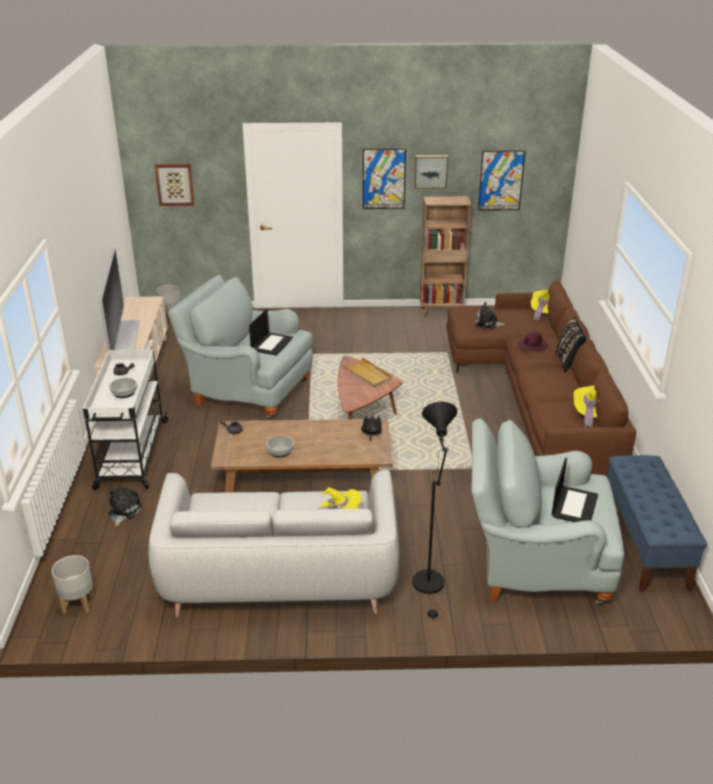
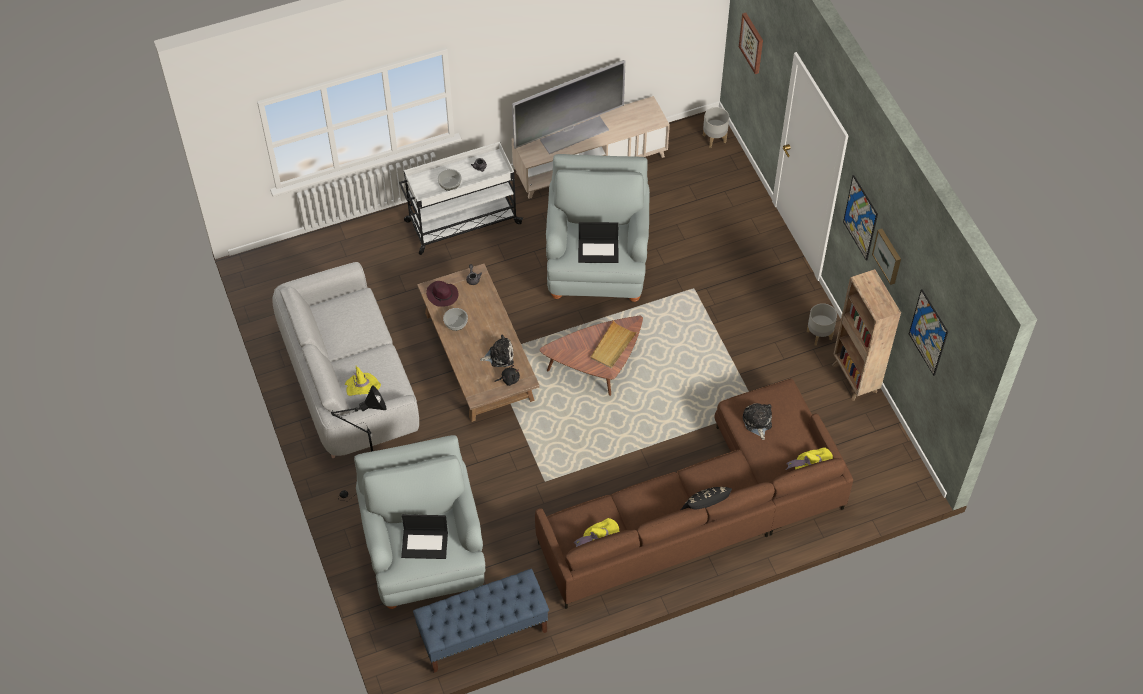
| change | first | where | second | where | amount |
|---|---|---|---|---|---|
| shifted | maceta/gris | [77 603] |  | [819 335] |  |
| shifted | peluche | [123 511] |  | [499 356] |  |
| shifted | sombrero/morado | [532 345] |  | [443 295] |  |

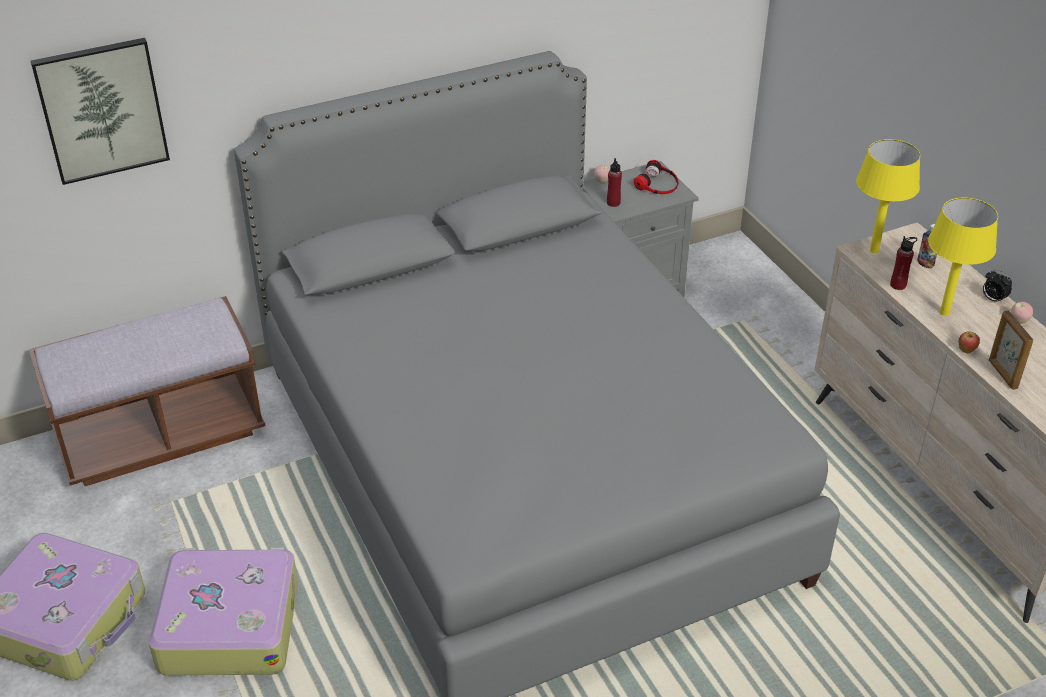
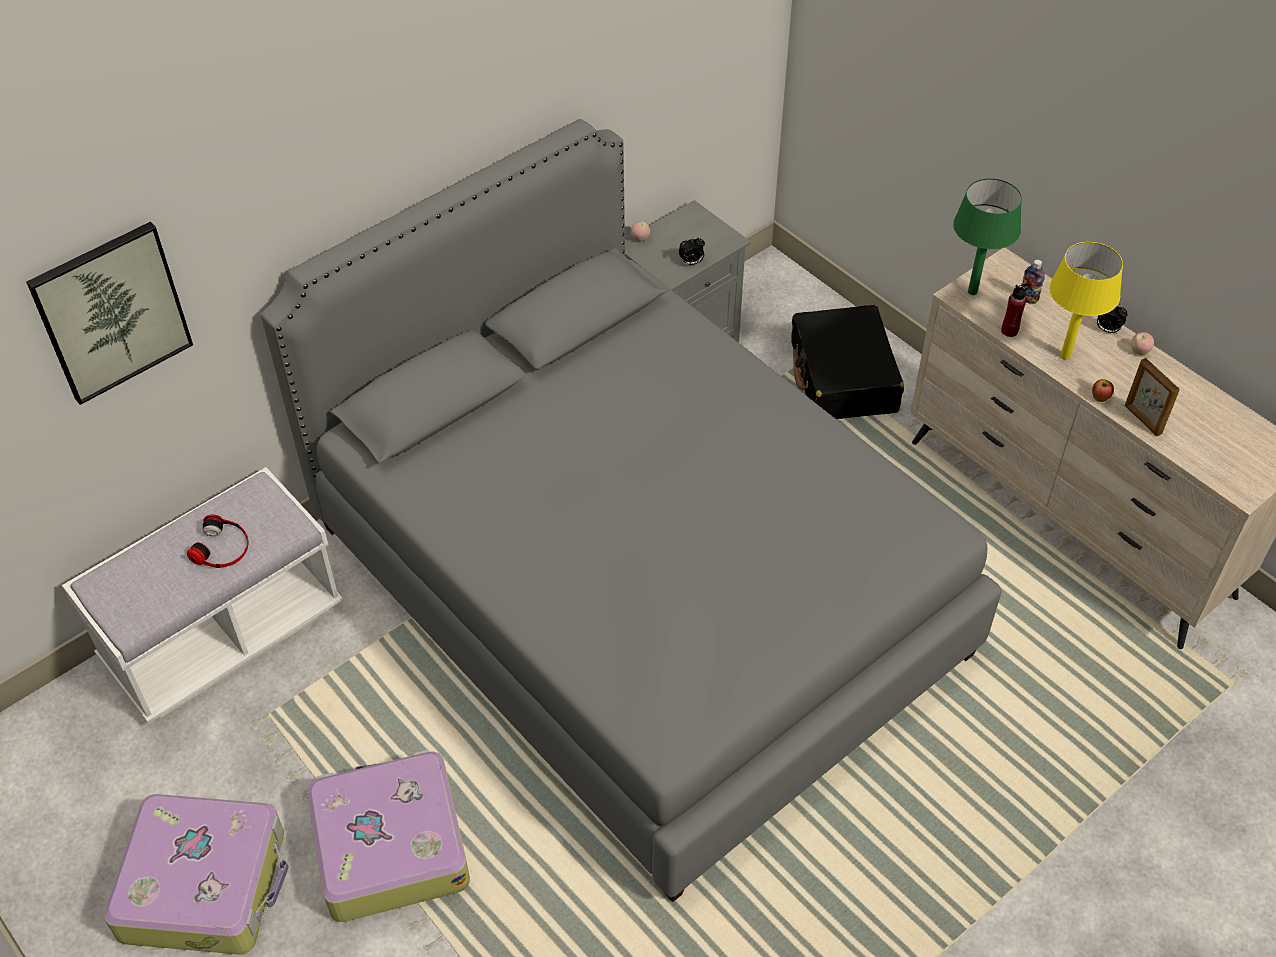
| change | first | where | second | where | amount |
|---|---|---|---|---|---|
| repainted | banco/marrón | [160 435] | banco/blanco | [223 635] |  |
| gone | botella/rojo | [613 203] |  |  |  |
| shifted | auriculares | [658 184] |  | [222 547] |  |
| repainted | lámpara de mesa/amarillo | [873 250] | lámpara de mesa/verde | [972 292] |  |
| new |  |  | despertador | [691 263] |  |
| new |  |  | maleta/negro | [843 377] |  |

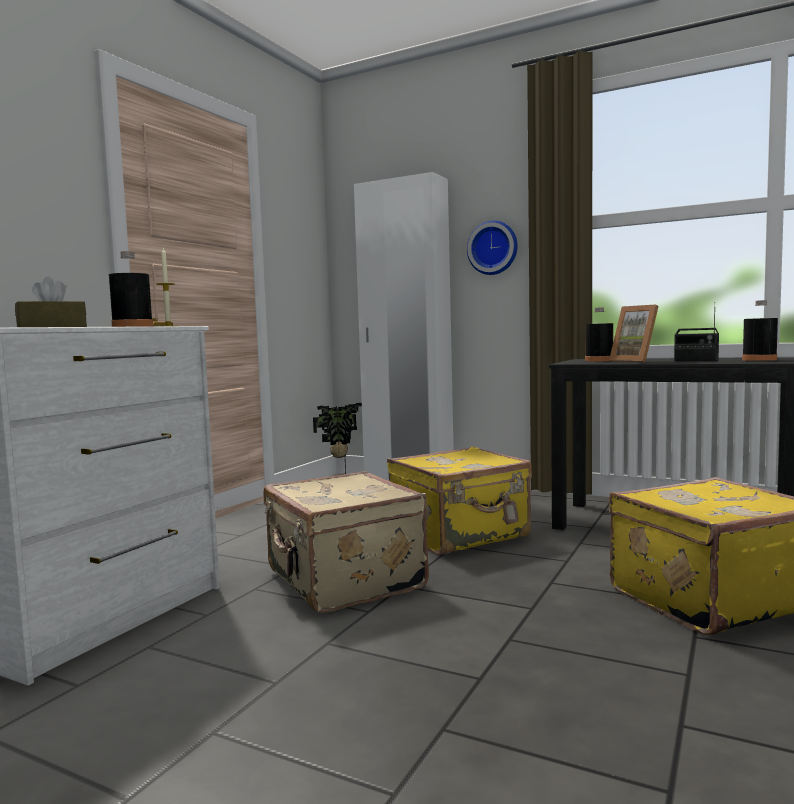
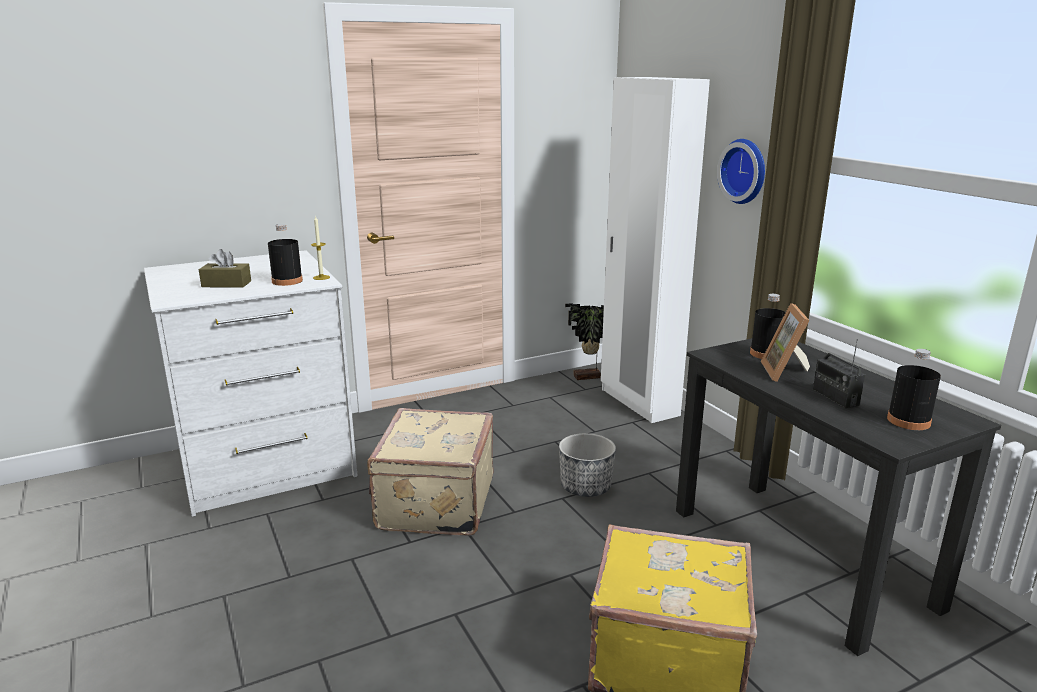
| change | first | where | second | where | amount |
|---|---|---|---|---|---|
| swapped | maleta/amarillo | [461 535] | maceta | [586 487] |  |

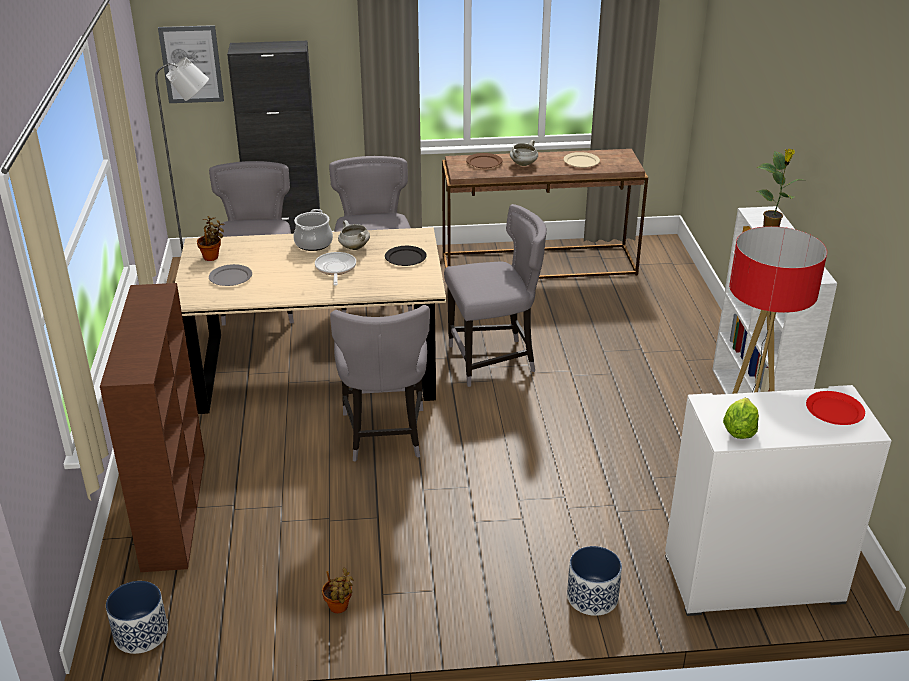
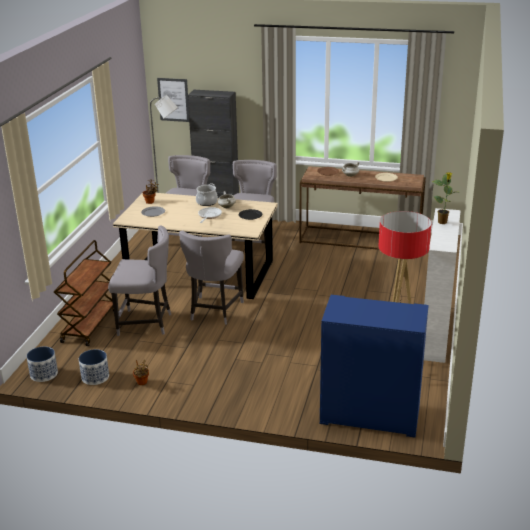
| change | first | where | second | where | amount |
|---|---|---|---|---|---|
| swapped | estantería/marrón | [174 509] | carrito/marrón | [89 325] |  |
| shifted | silla/gris | [493 361] |  | [146 323] |  |
| shifted | maceta | [592 597] |  | [95 377] |  |
| repainted | armario/blanco | [752 580] | armario/azul | [369 415] |  |
| gone | lechuga | [739 431] |  |  |  |
| gone | plato/rojo | [834 411] |  |  |  |

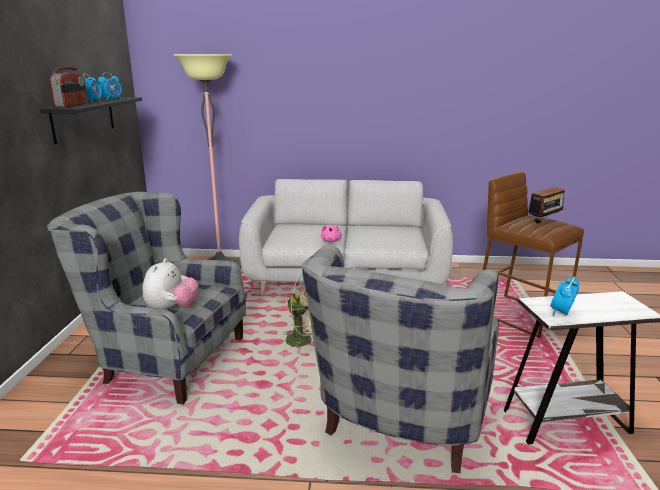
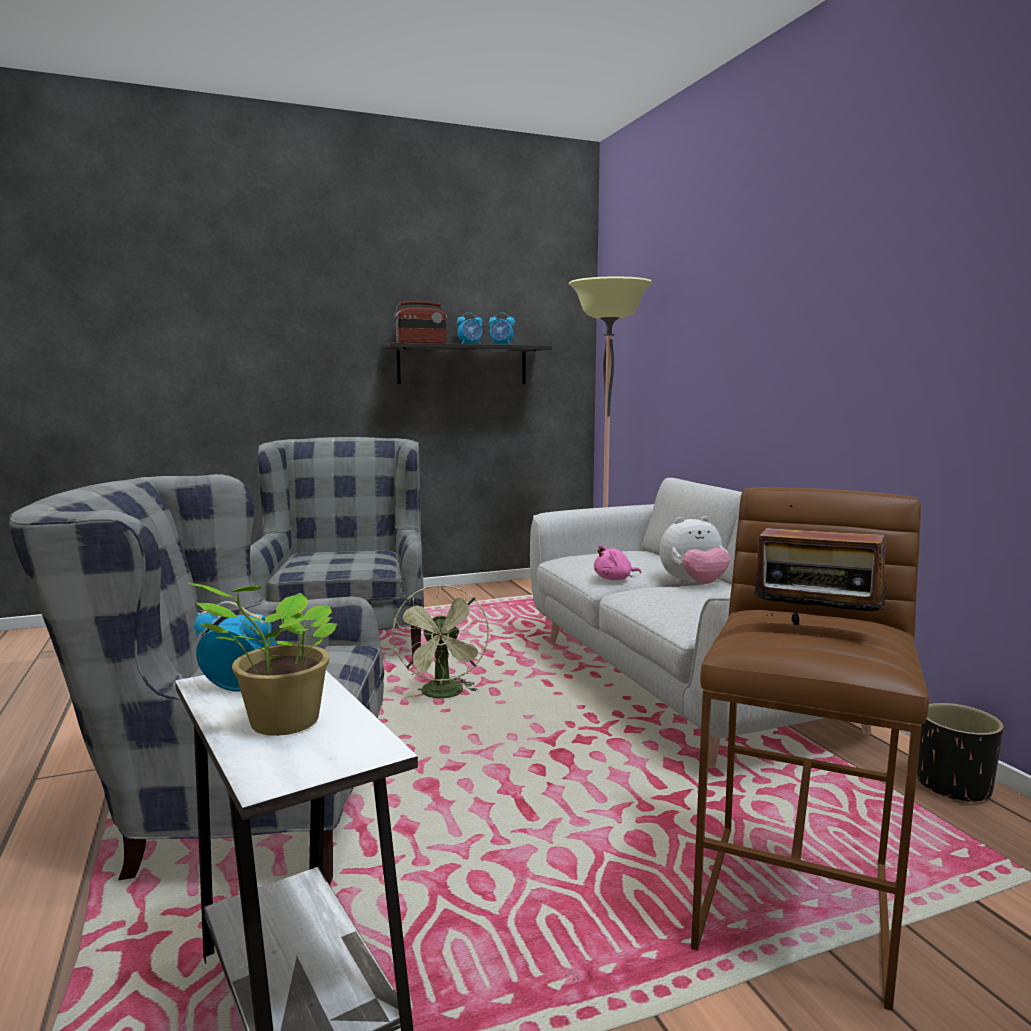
| change | first | where | second | where | amount |
|---|---|---|---|---|---|
| shifted | peluche | [172 309] |  | [693 585] |  |
| new |  |  | planta en maceta | [279 723] |  |
| new |  |  | maceta/negro | [953 787] |  |

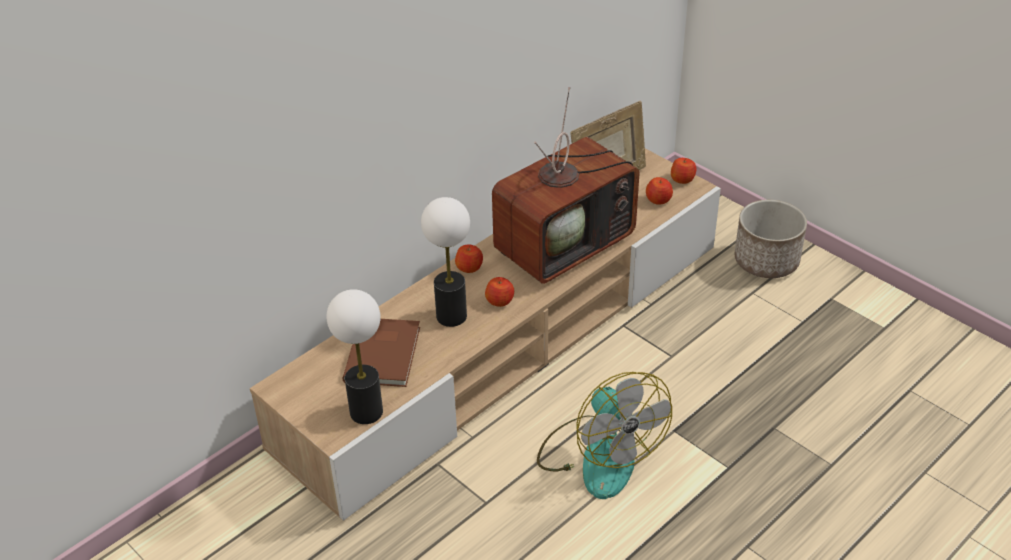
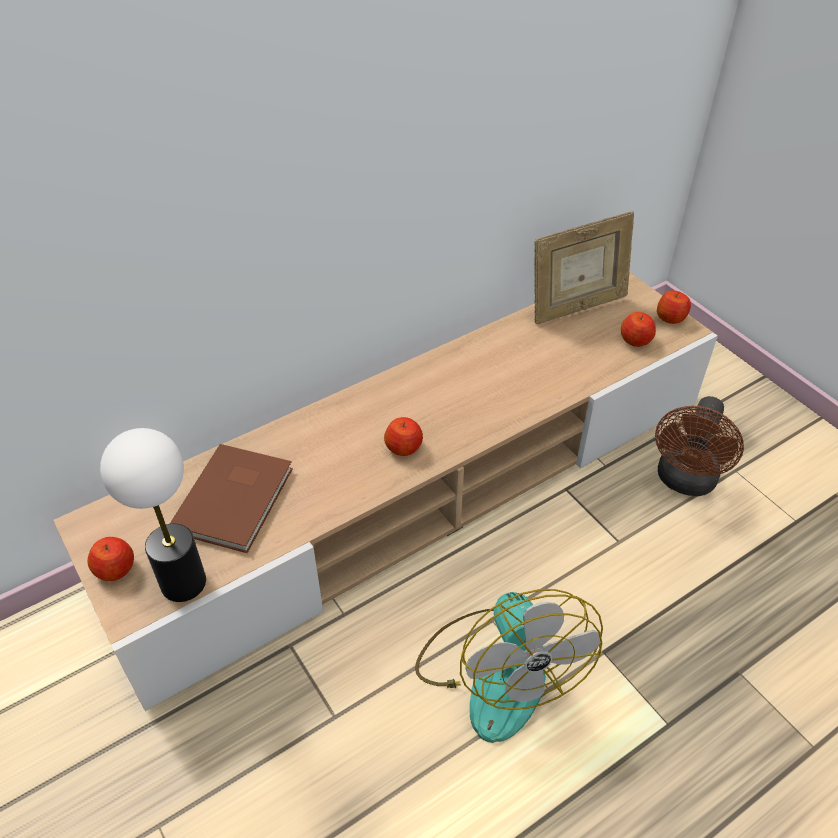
| change | first | where | second | where | amount |
|---|---|---|---|---|---|
| gone | lámpara de mesa | [451 316] |  |  |  |
| shifted | manzana | [469 267] |  | [116 569] |  |
| gone | televisor | [565 243] |  |  |  |
| gone | maceta | [767 261] |  |  |  |
| new |  |  | ventilador/marrón | [685 481] |  |

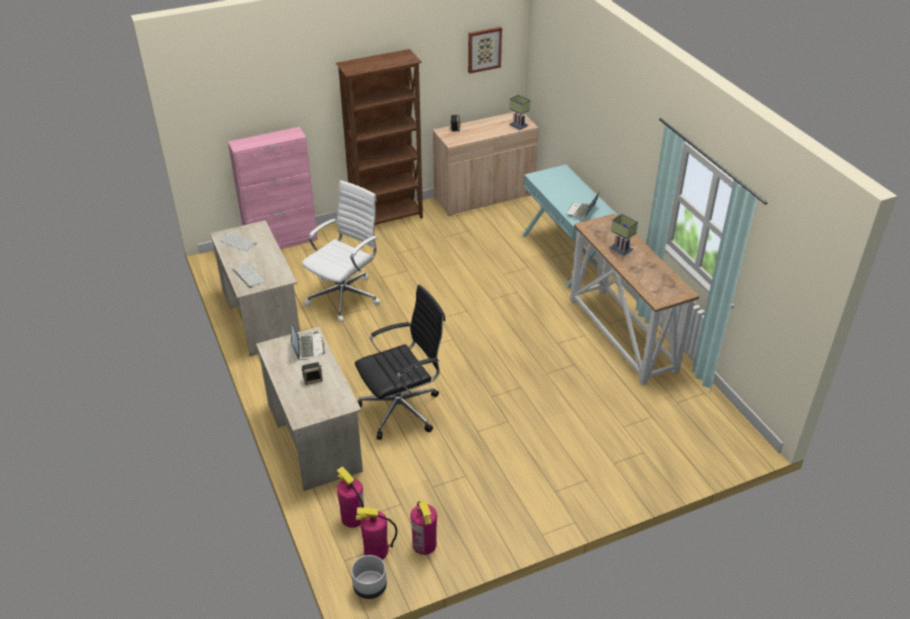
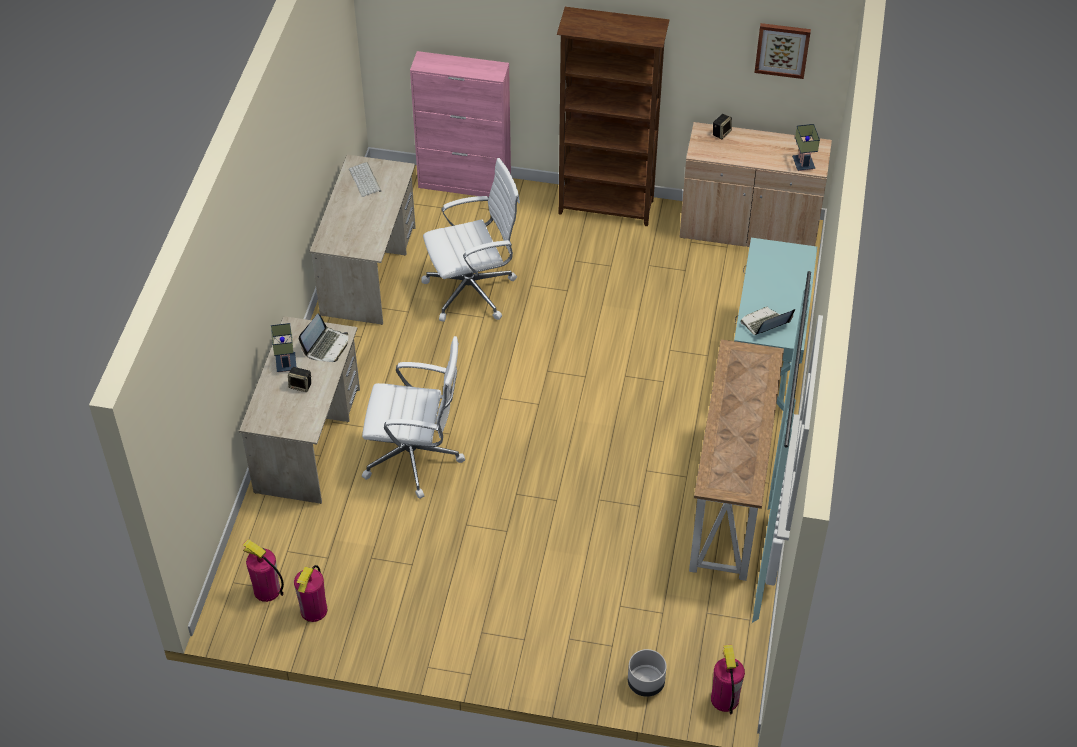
| change | first | where | second | where | amount |
|---|---|---|---|---|---|
| gone | teclado | [248 275] |  |  |  |
| shifted | extintor | [352 518] |  | [724 699] |  |
| shifted | maceta/gris | [369 587] |  | [645 683] |  |
| repainted | silla de oficina/negro | [402 409] | silla de oficina/blanco | [415 457] |  |
| shifted | lámpara de mesa | [622 250] |  | [287 364] |  |

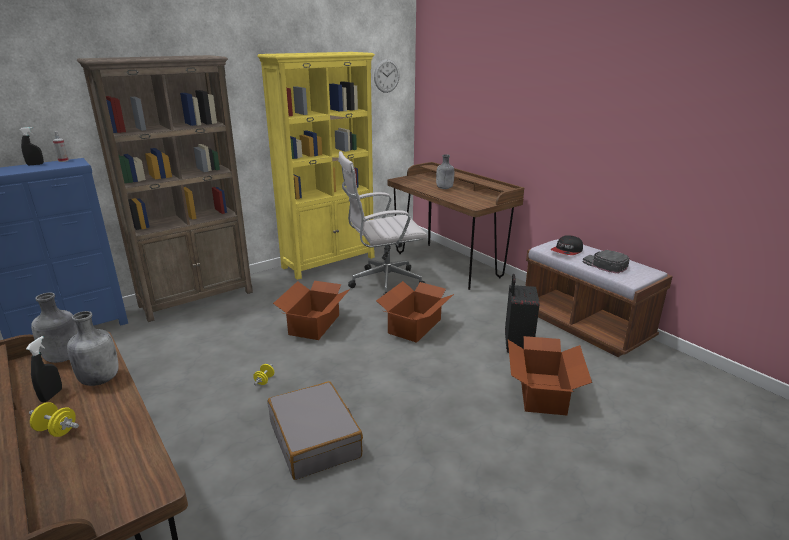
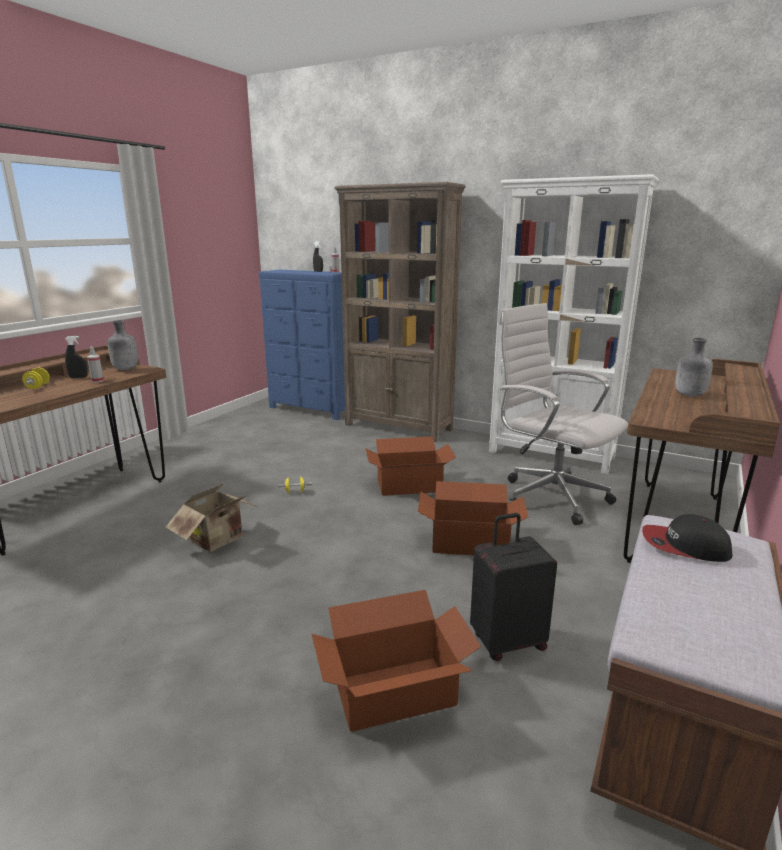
| change | first | where | second | where | amount |
|---|---|---|---|---|---|
| swapped | botella/gris | [100 379] | pulverizador | [97 381] |  |
| repainted | estantería/amarillo | [329 262] | estantería/blanco | [551 455] |  |
| swapped | maleta/gris | [315 439] | caja de cartón | [219 540] |  |
| gone | reloj de pared | [386 76] |  |  |  |
| gone | gorra/negro | [604 264] |  |  |  |

